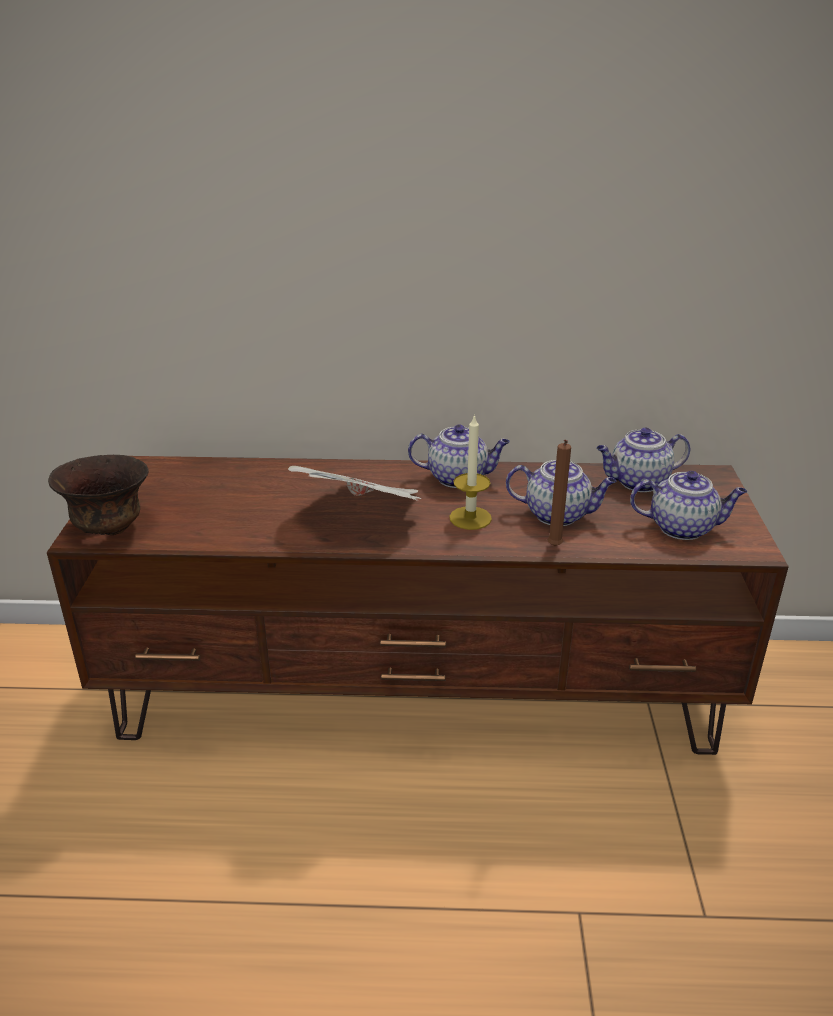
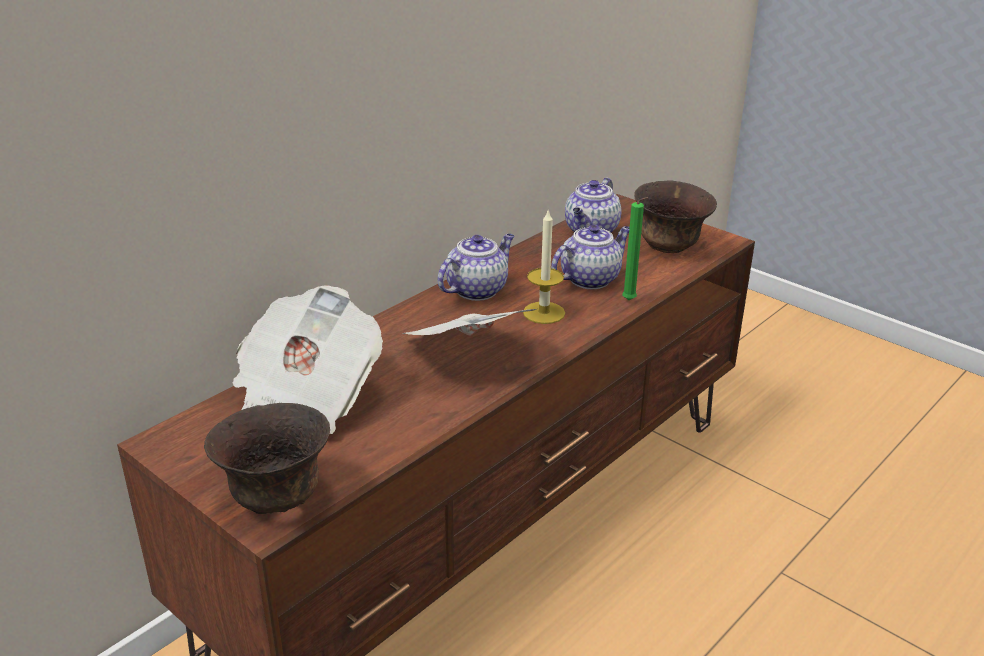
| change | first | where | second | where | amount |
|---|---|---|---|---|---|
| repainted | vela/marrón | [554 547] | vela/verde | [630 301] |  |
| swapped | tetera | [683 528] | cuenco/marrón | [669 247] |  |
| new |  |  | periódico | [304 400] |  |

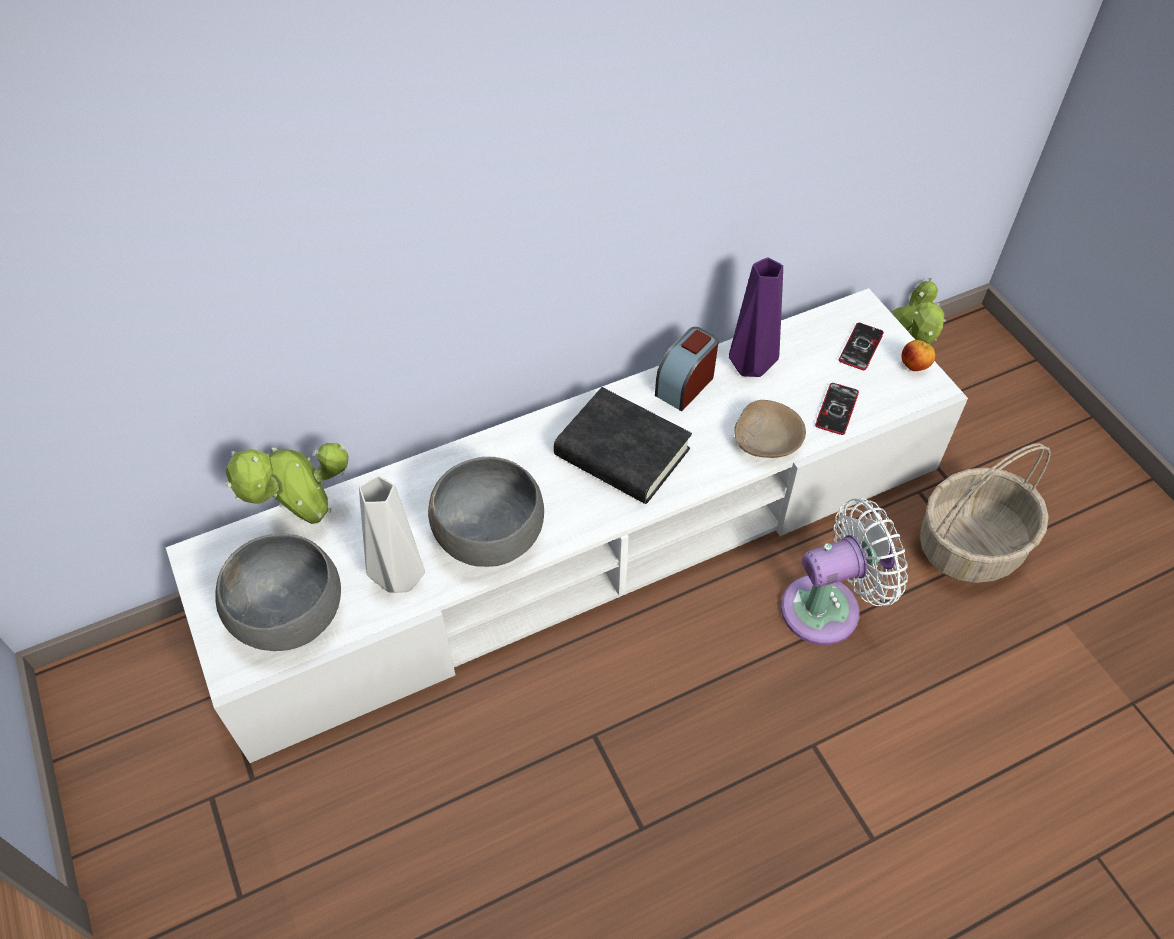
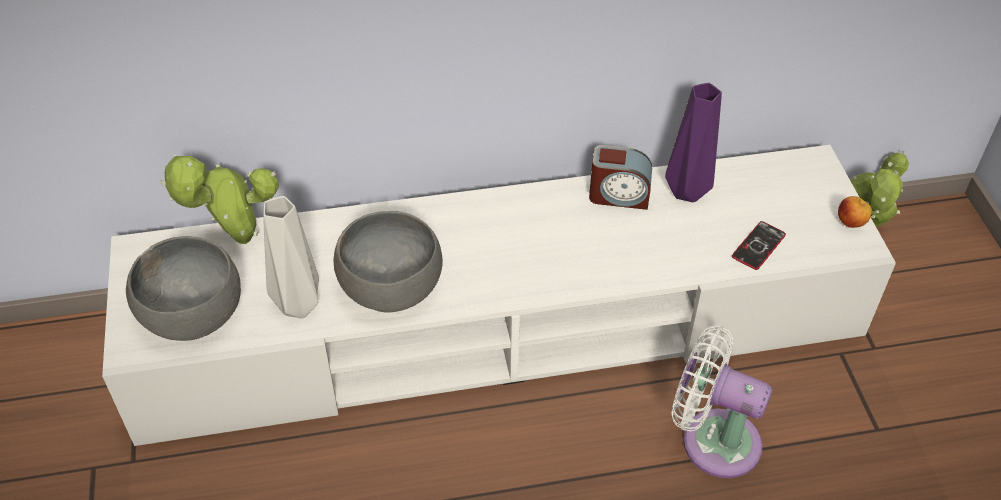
| change | first | where | second | where | amount |
|---|---|---|---|---|---|
| gone | libro/negro | [622 453] |  |  |  |
| rotated | despertador | [685 385] |  | [619 195] | 135 degrees counterclockwise |
| gone | cuenco/beis | [766 440] |  |  |  |
| rotated | ventilador/blanco | [828 607] |  | [713 439] | 150 degrees counterclockwise |
| gone | móvil | [860 347] |  |  |  |
| gone | cesta | [970 545] |  |  |  |

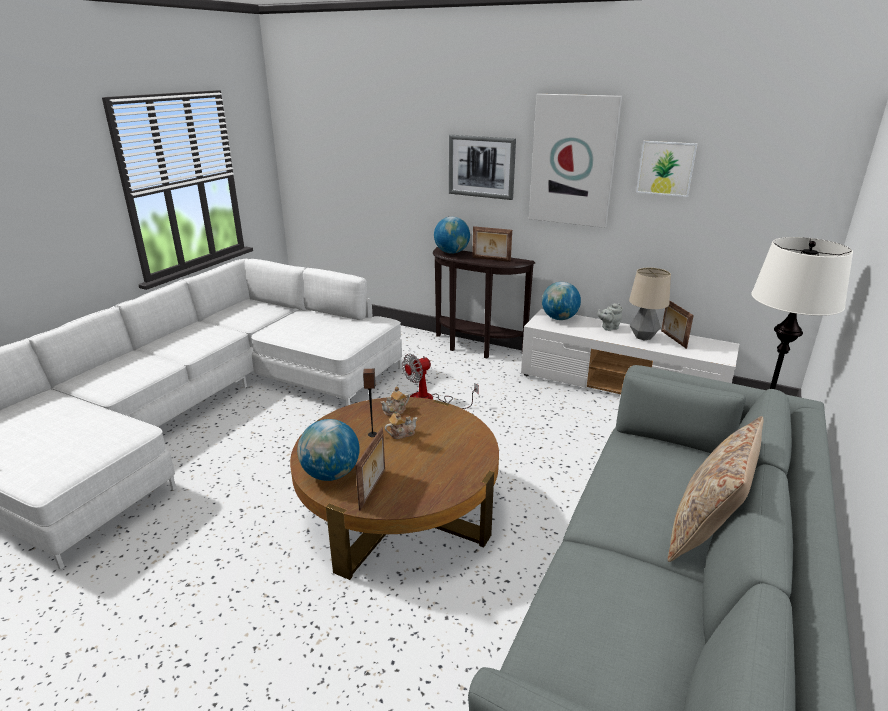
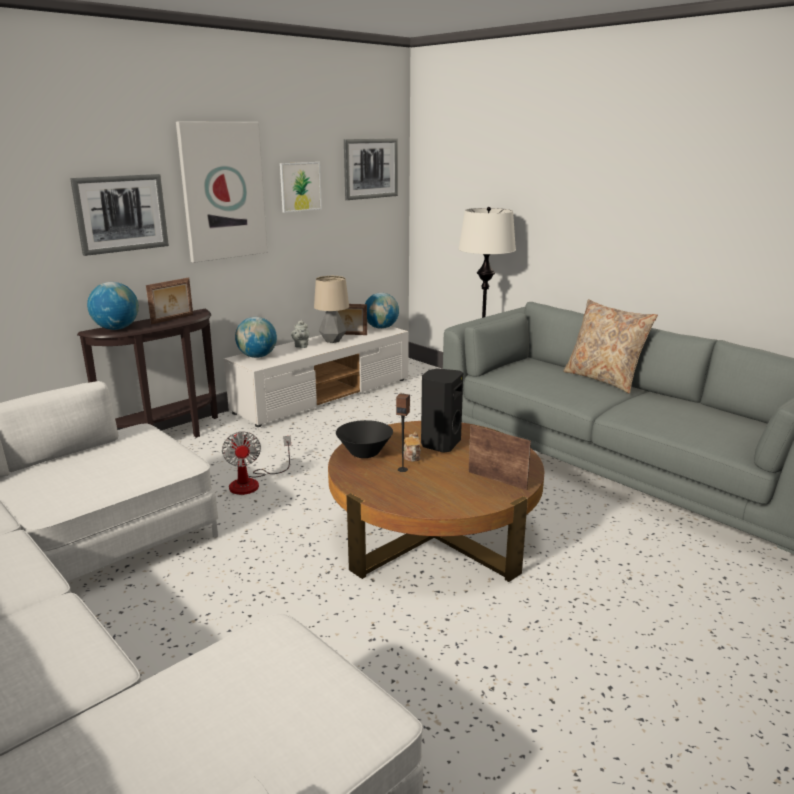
| change | first | where | second | where | amount |
|---|---|---|---|---|---|
| shifted | globo terráqueo | [331 474] |  | [381 328] |  |
| swapped | tetera | [395 410] | cuenco/negro | [364 453] |  |
| new |  |  | cuadro | [370 168] |  |
| new |  |  | altavoz/negro | [439 444] |  |

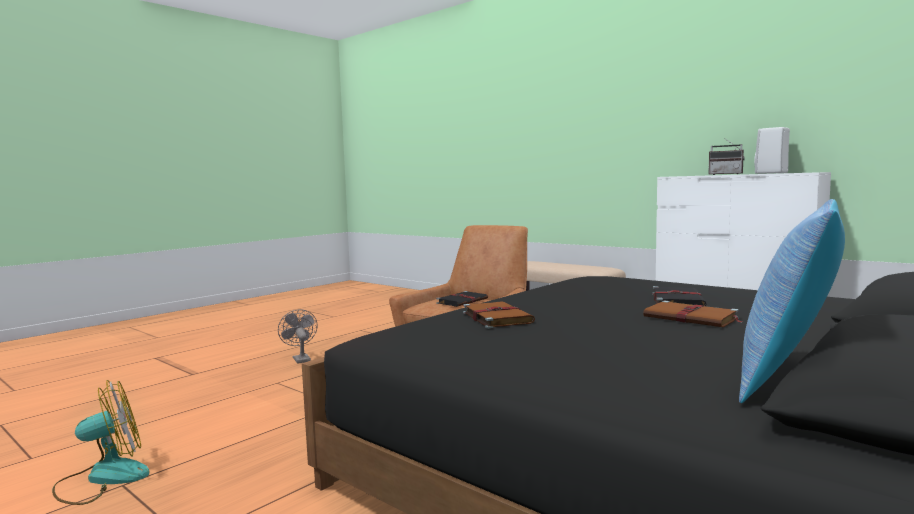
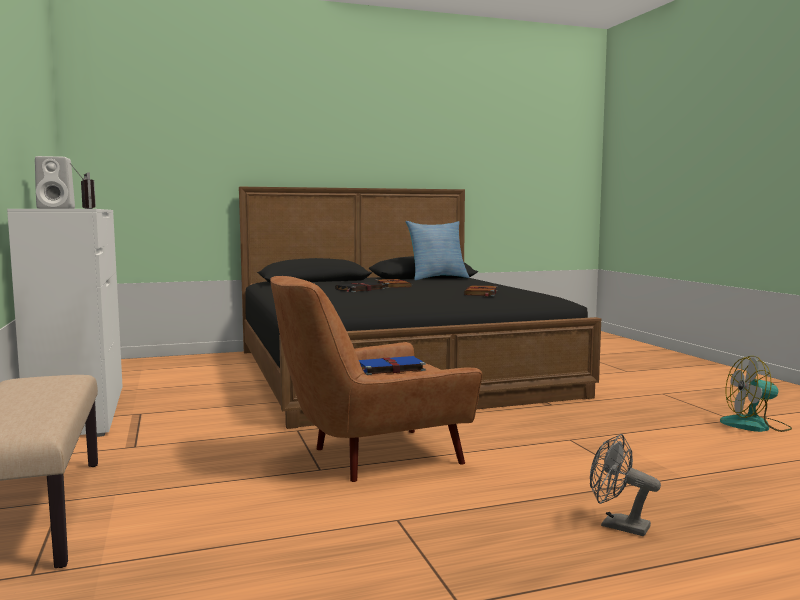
| change | first | where | second | where | amount |
|---|---|---|---|---|---|
| rotated | ventilador/gris | [300 359] |  | [617 525] | 120 degrees clockwise |
| repainted | libro/negro | [462 301] | libro/azul | [389 368] |  |

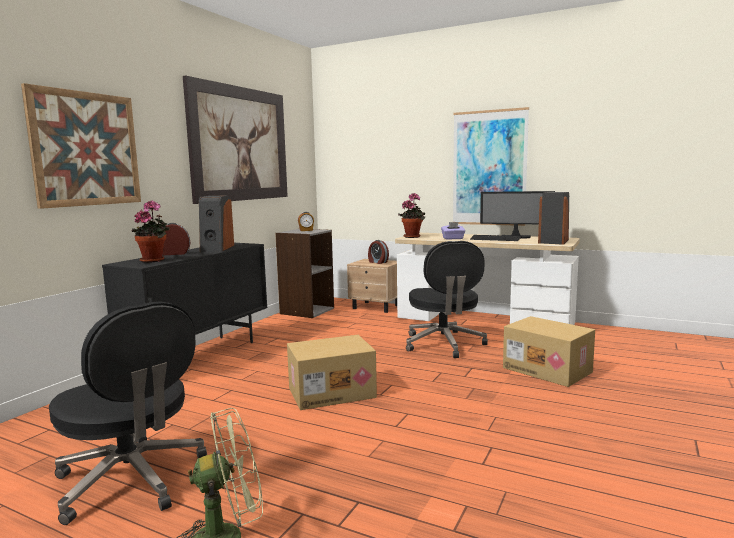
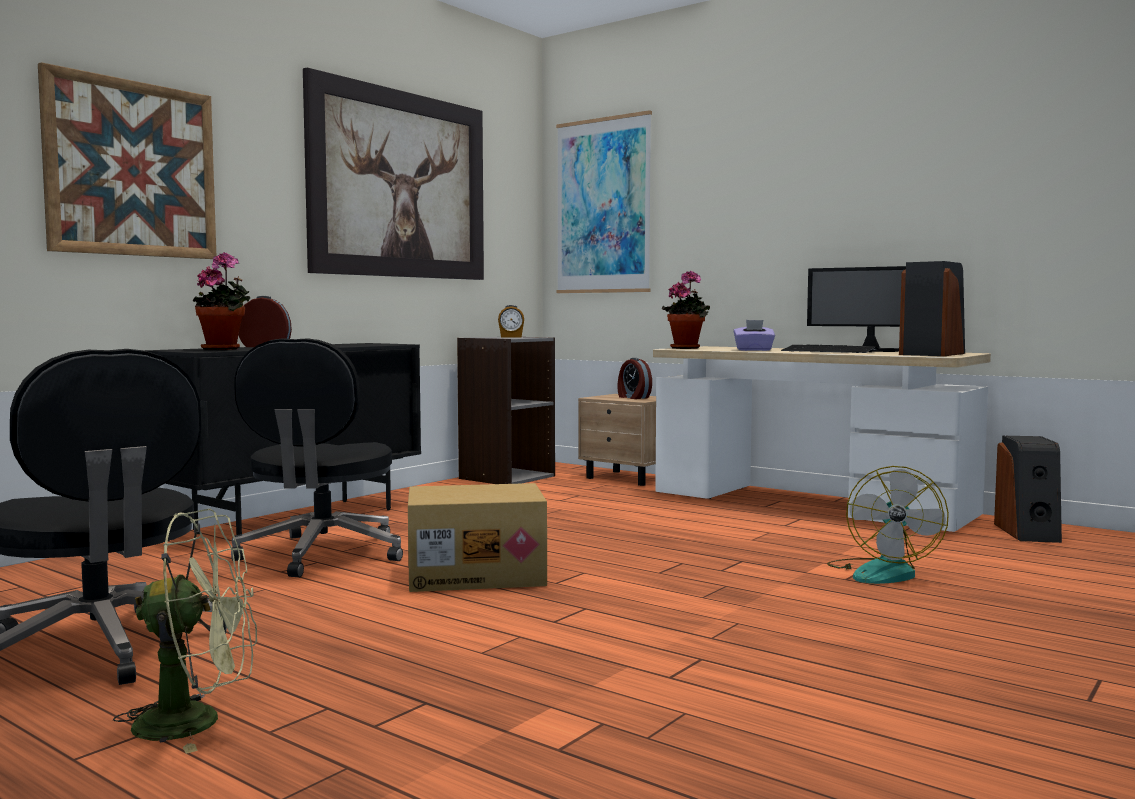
| change | first | where | second | where | amount |
|---|---|---|---|---|---|
| shifted | altavoz | [216 248] |  | [1028 532] |  |
| shifted | silla de oficina/negro | [444 344] |  | [321 555] |  |
| shifted | cuadro | [489 168] |  | [603 206] |  |
| swapped | caja de cartón | [548 370] | ventilador | [882 572] |  |

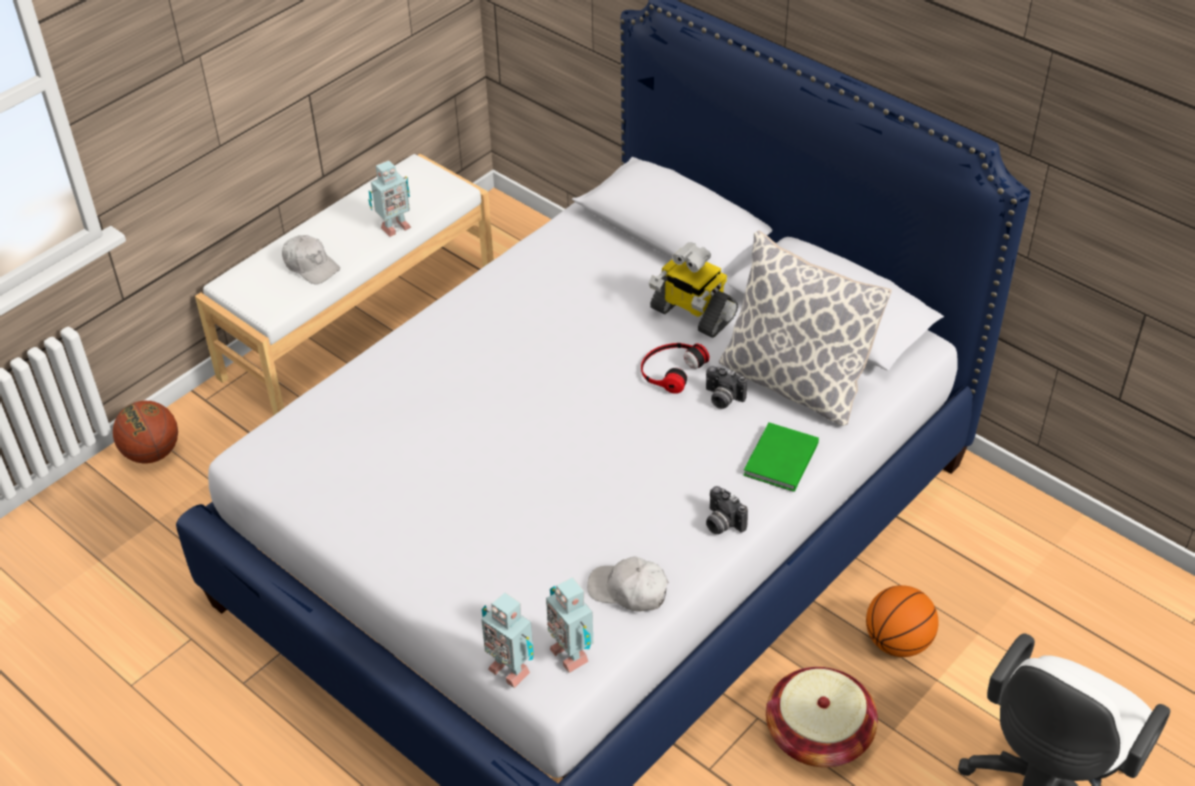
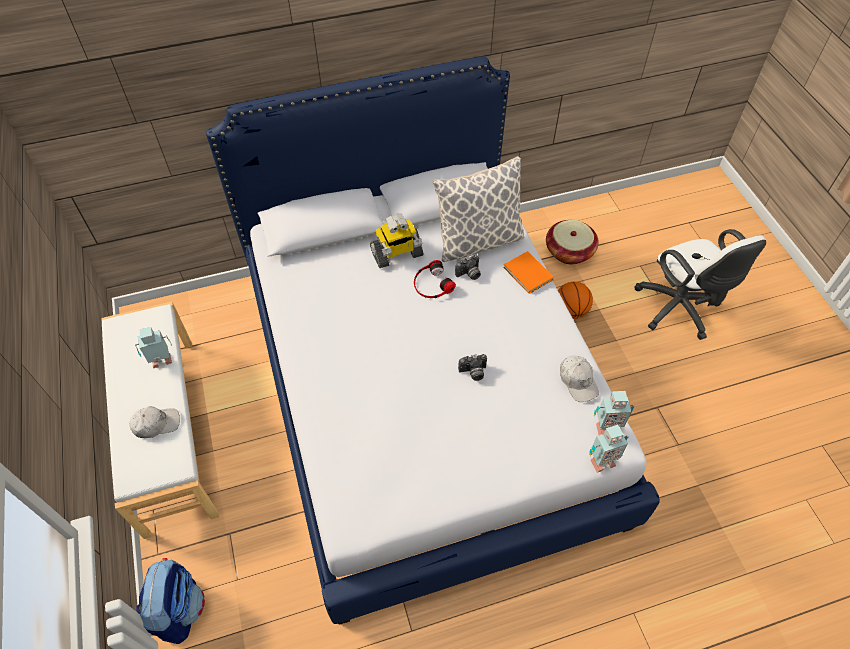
| change | first | where | second | where | amount |
|---|---|---|---|---|---|
| swapped | balón de baloncesto | [152 453] | mochila | [179 609] |  |
| rotated | robot de juguete | [394 227] |  | [163 362] | 105 degrees counterclockwise |
| rotated | gorra/blanco | [628 591] |  | [578 381] | 75 degrees counterclockwise |
| shifted | cámara | [721 523] |  | [473 373] |  |
| repainted | libro/verde | [779 460] | libro/naranja | [528 275] |  |
| shifted | cesta | [818 735] |  | [569 251] |  |

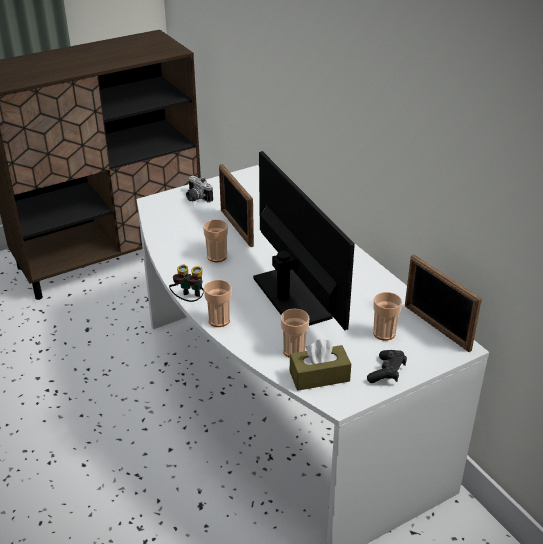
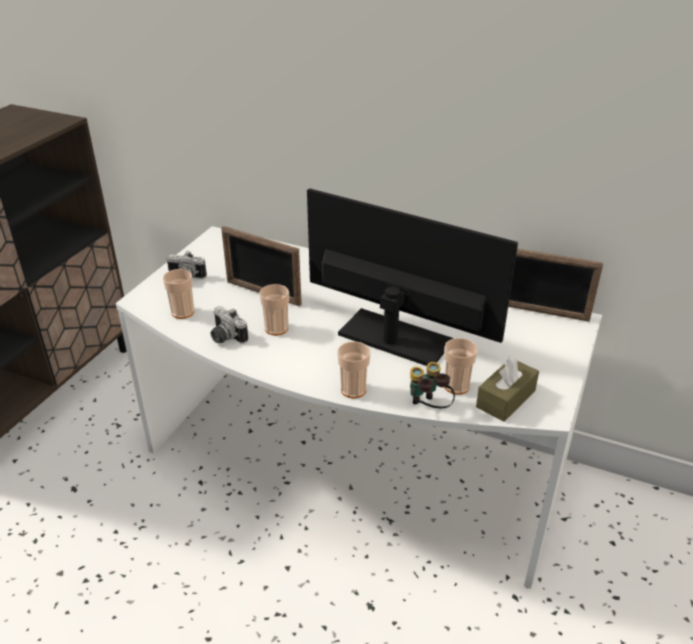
| change | first | where | second | where | amount |
|---|---|---|---|---|---|
| shifted | prismáticos | [189 301] |  | [428 408] |  |
| gone | mando de consola/negro | [387 373] |  |  |  |
| shifted | taza | [384 333] |  | [183 312] |  |
| new |  |  | cámara | [225 337] |  |

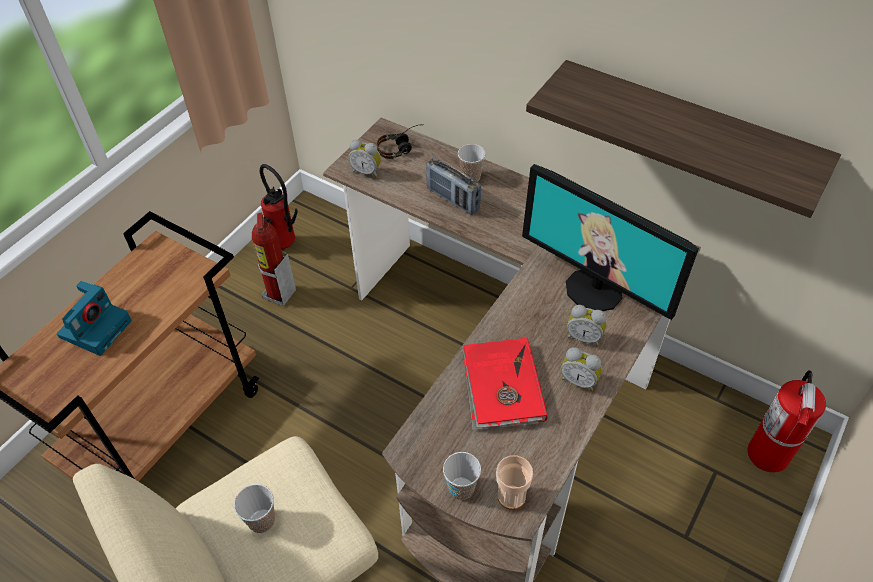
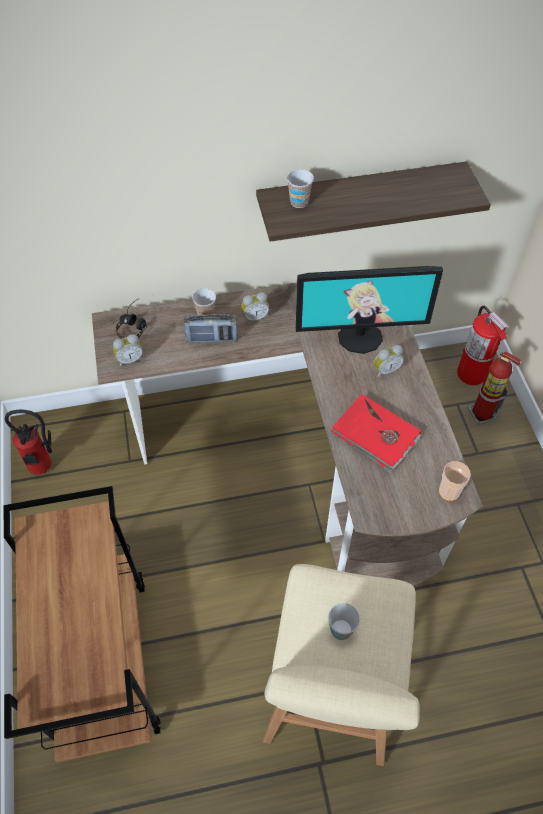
| change | first | where | second | where | amount |
|---|---|---|---|---|---|
| gone | cámara | [96 327] |  |  |  |
| shifted | extintor | [279 294] |  | [482 414] |  |
| shifted | taza | [461 488] |  | [299 202] |  |
| shifted | despertador | [579 380] |  | [255 317] |  |

